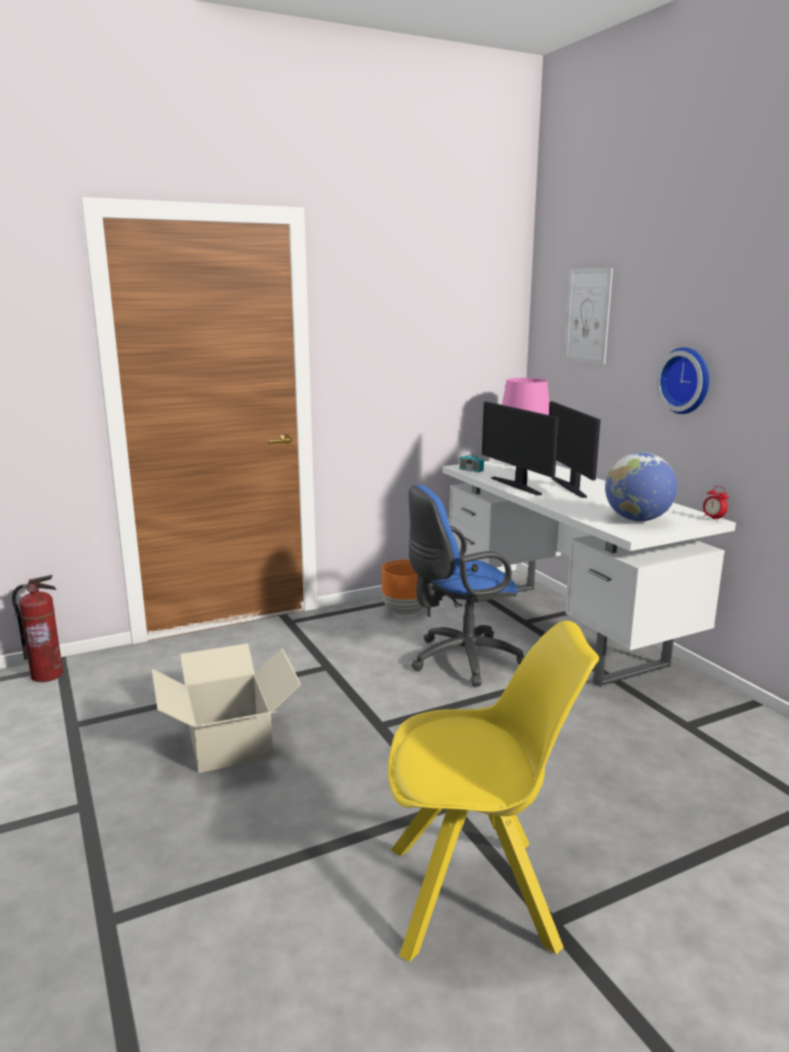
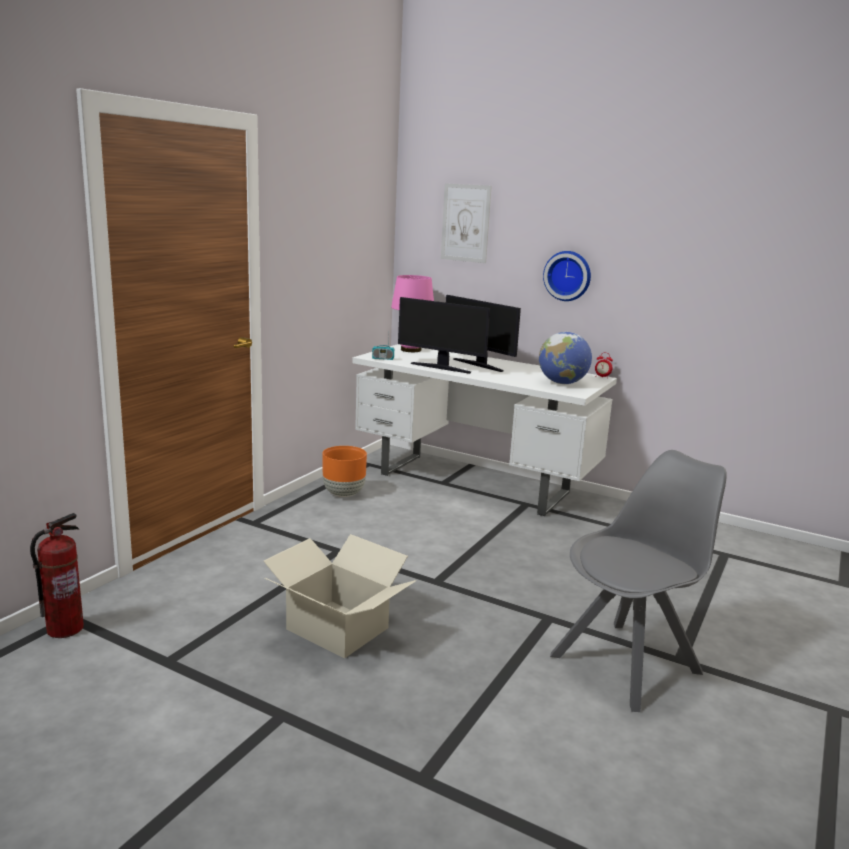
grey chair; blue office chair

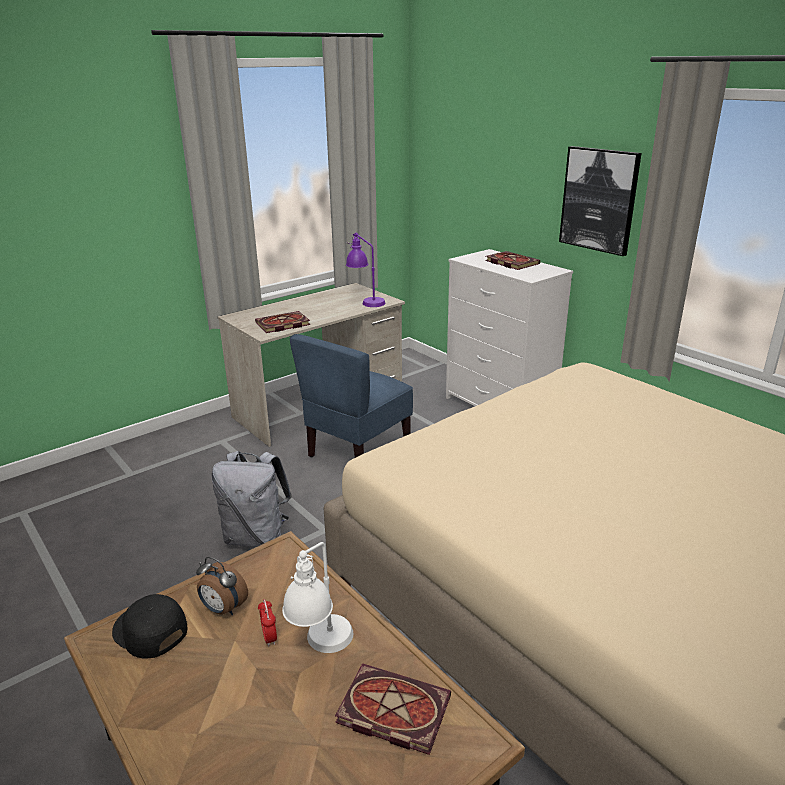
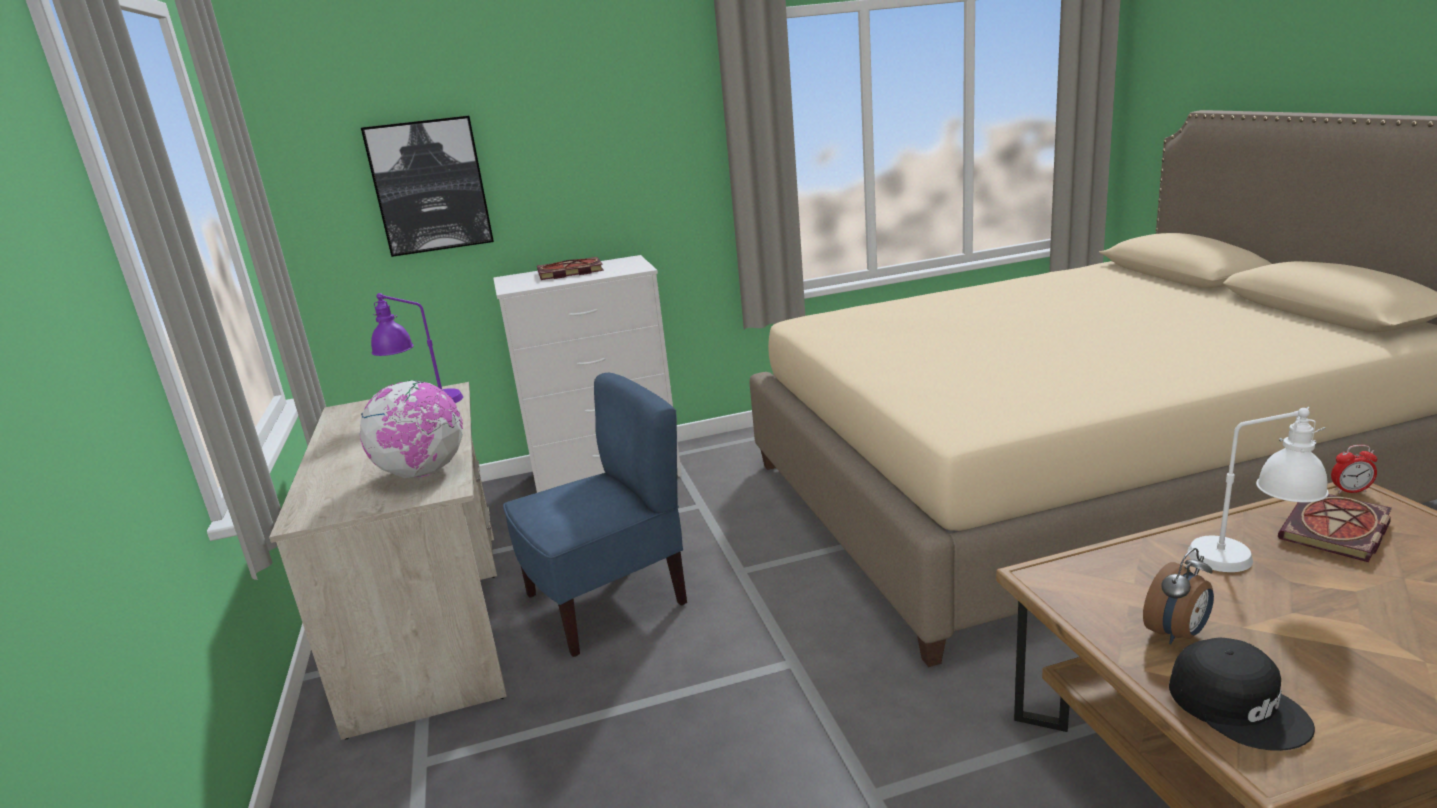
black cap; grey backpack; globe; alarm clock (no. 2 from left); blue chair; picture

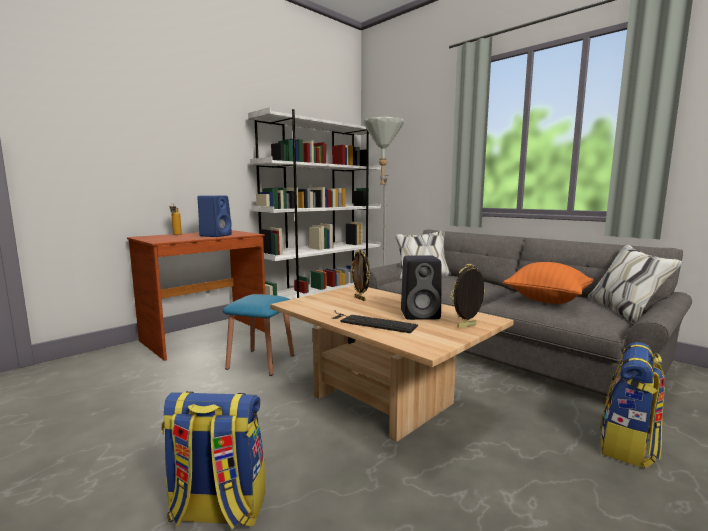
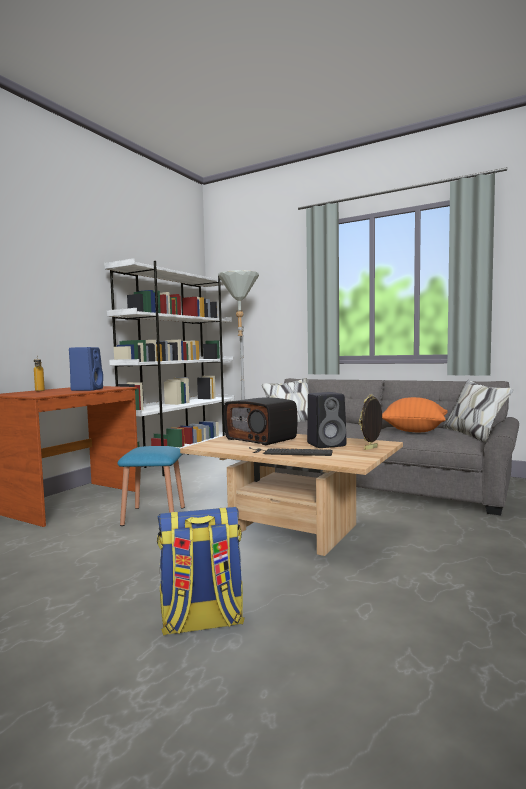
radio; backpack (no. 2 from left in the first image)

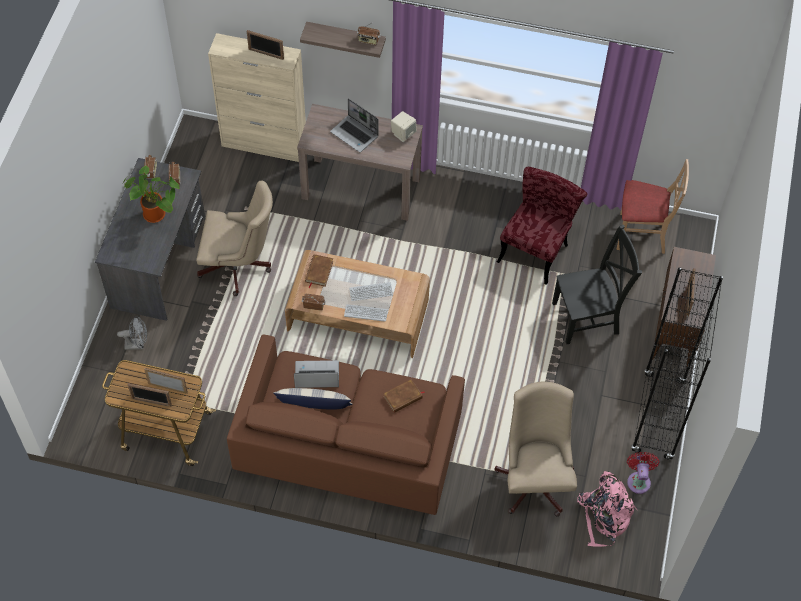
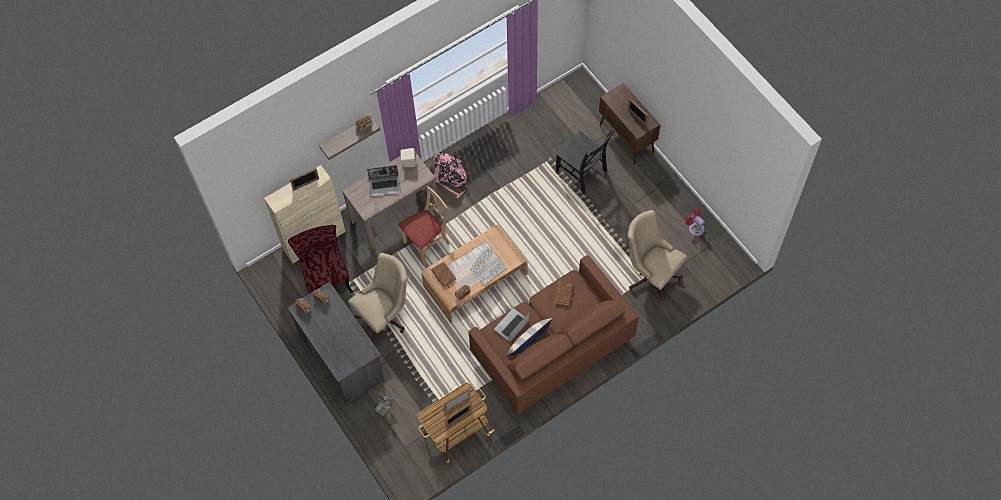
potted plant; red chair; black chair; pink backpack; beige chair; black bookcase

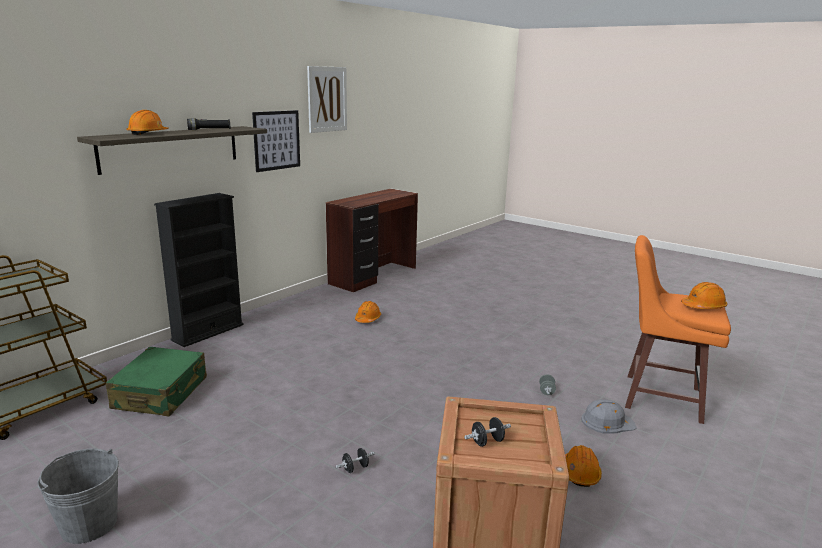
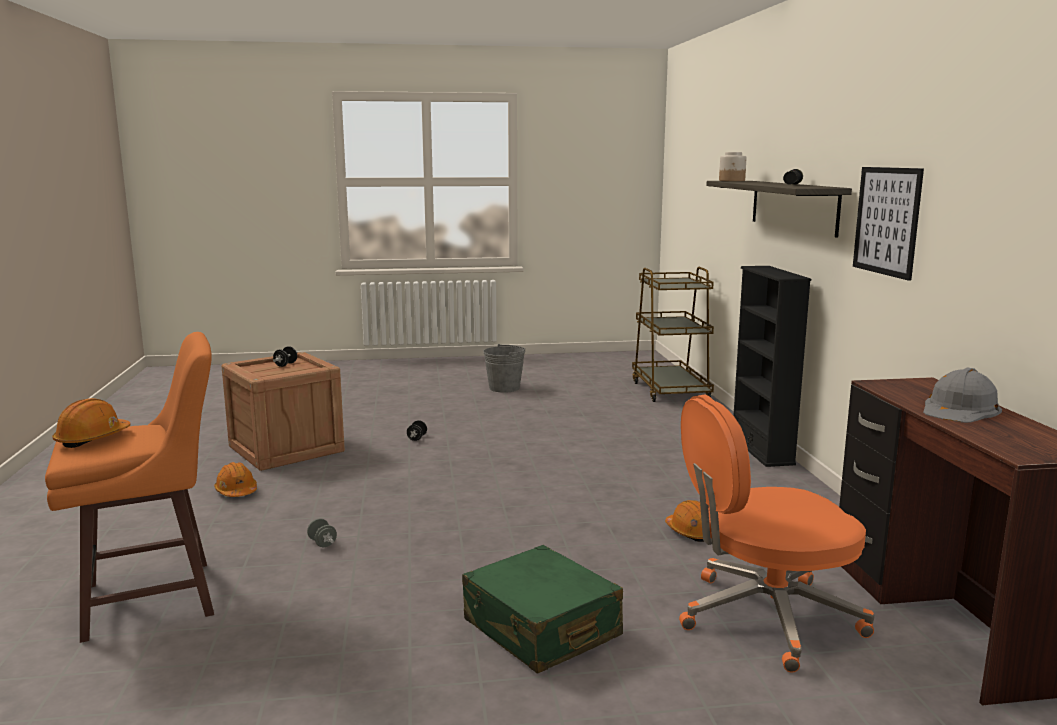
green suitcase; orange hard hat (no. 1 from left in the first image); picture (no. 2 from left in the first image); grey hard hat; orange office chair; jar

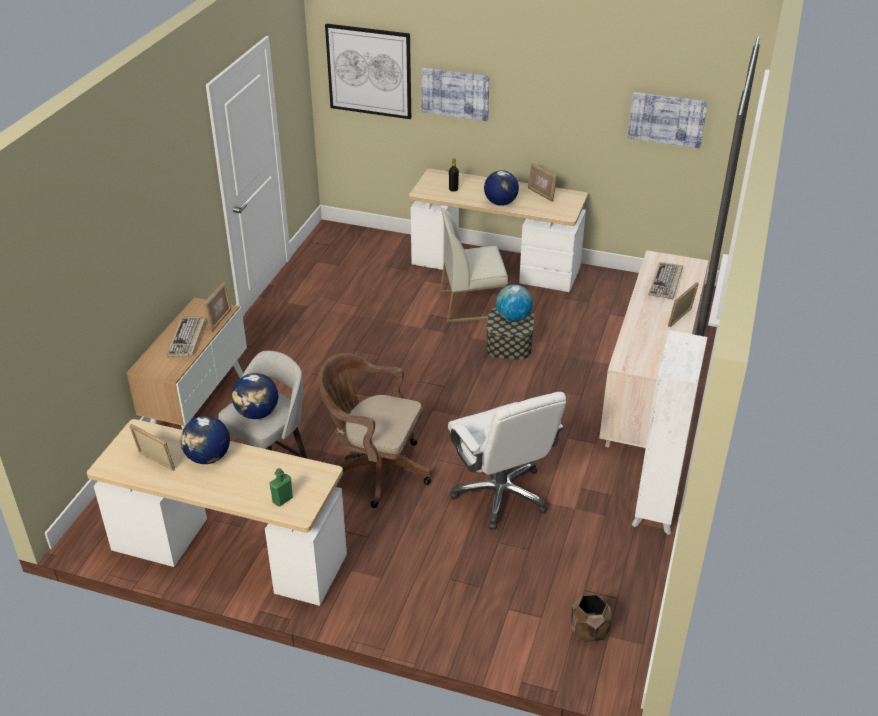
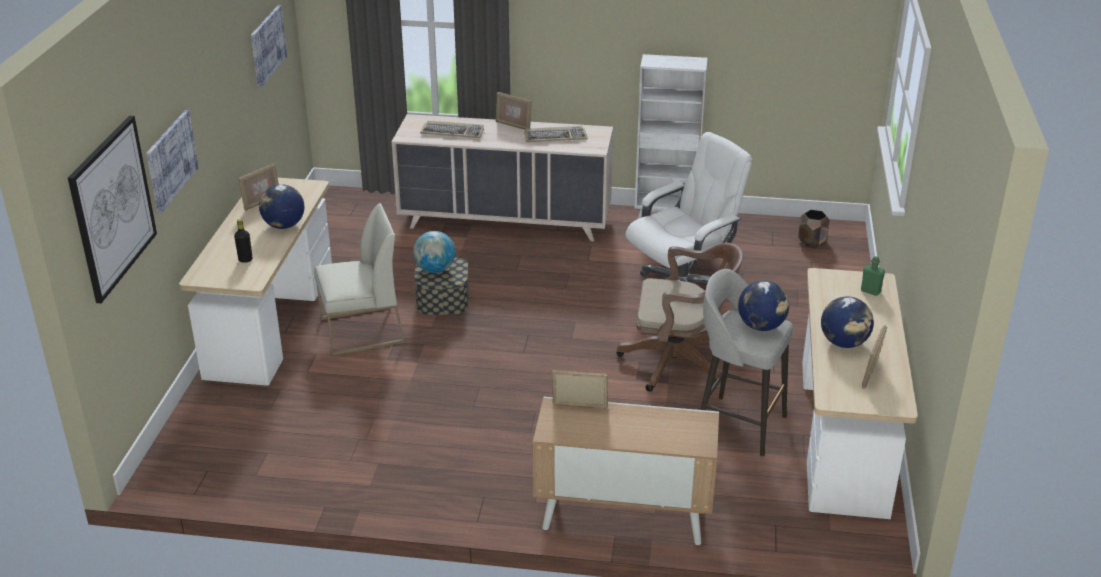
keyboard (no. 2 from left); brown office chair; white chair

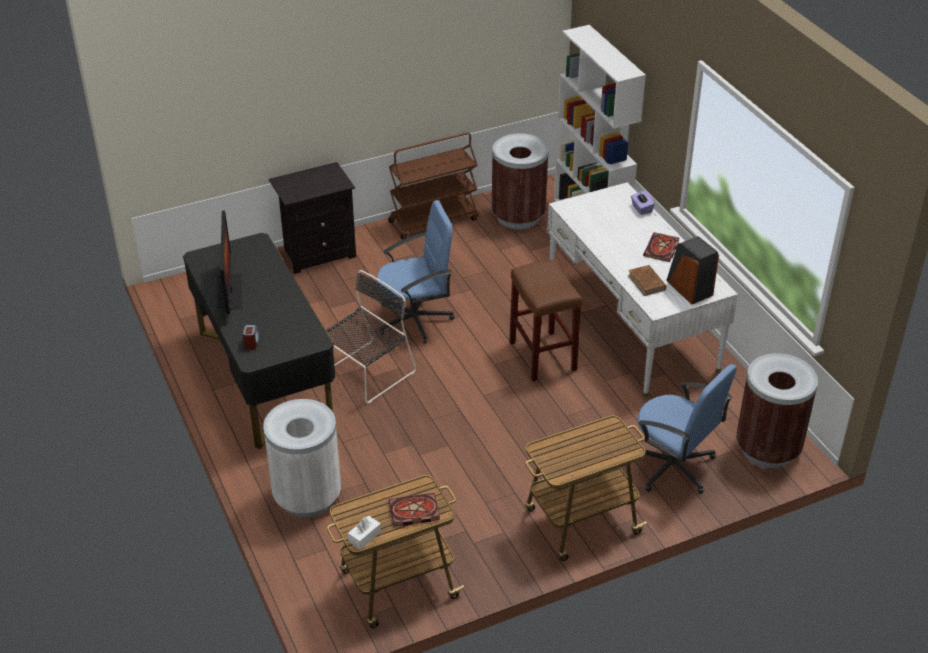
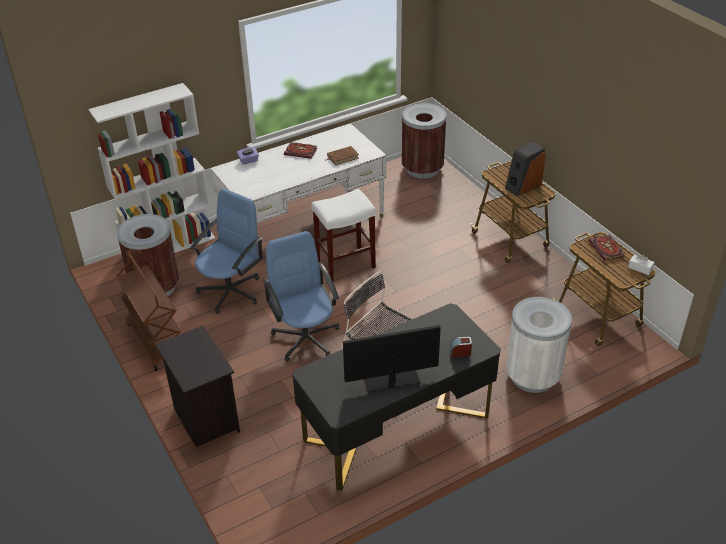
white stool; blue office chair (no. 1 from left); speaker

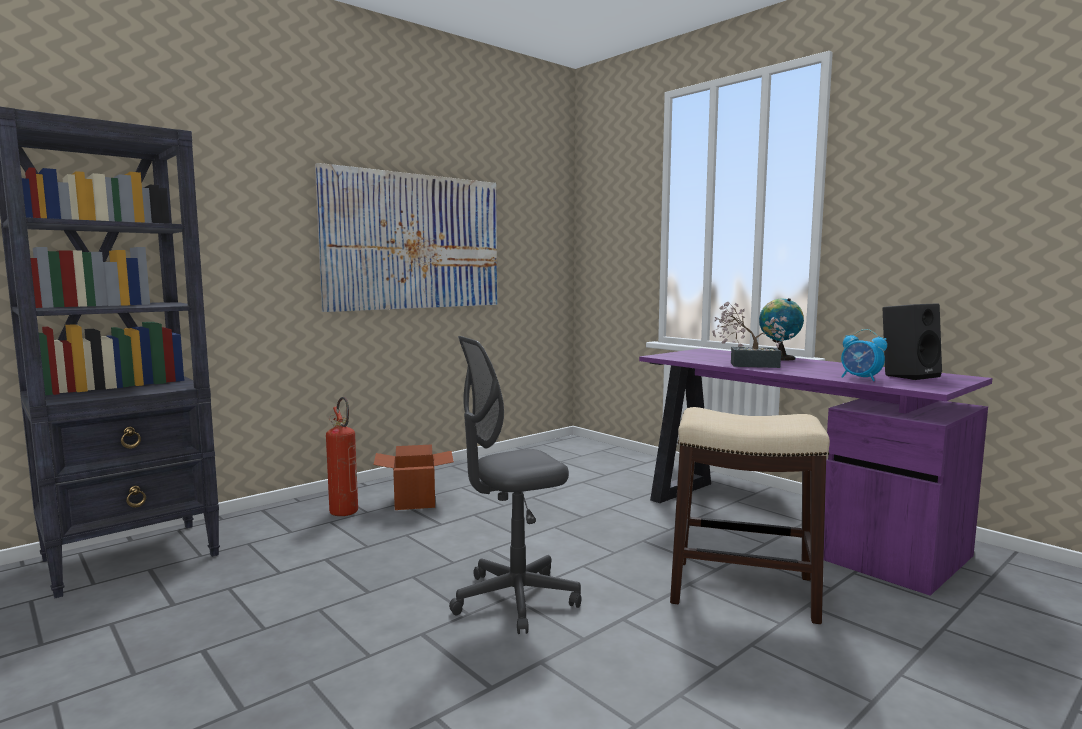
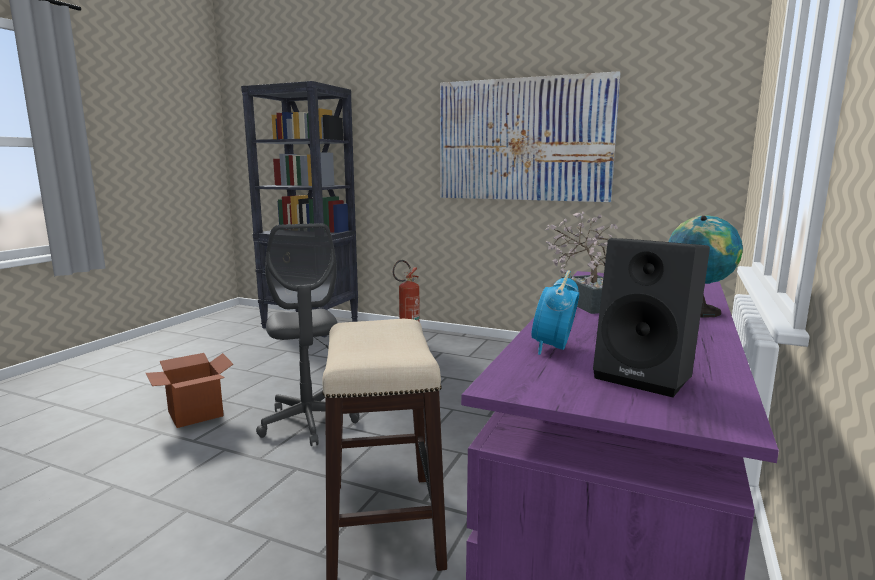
cardboard box; grey office chair

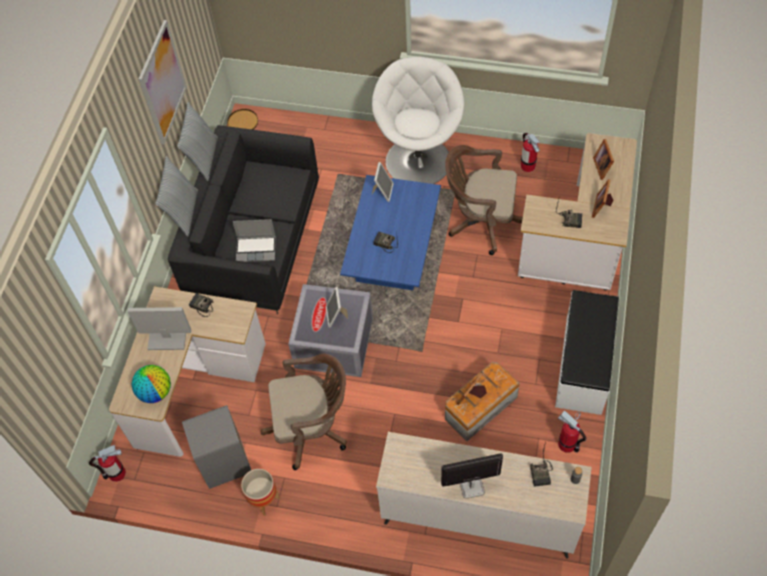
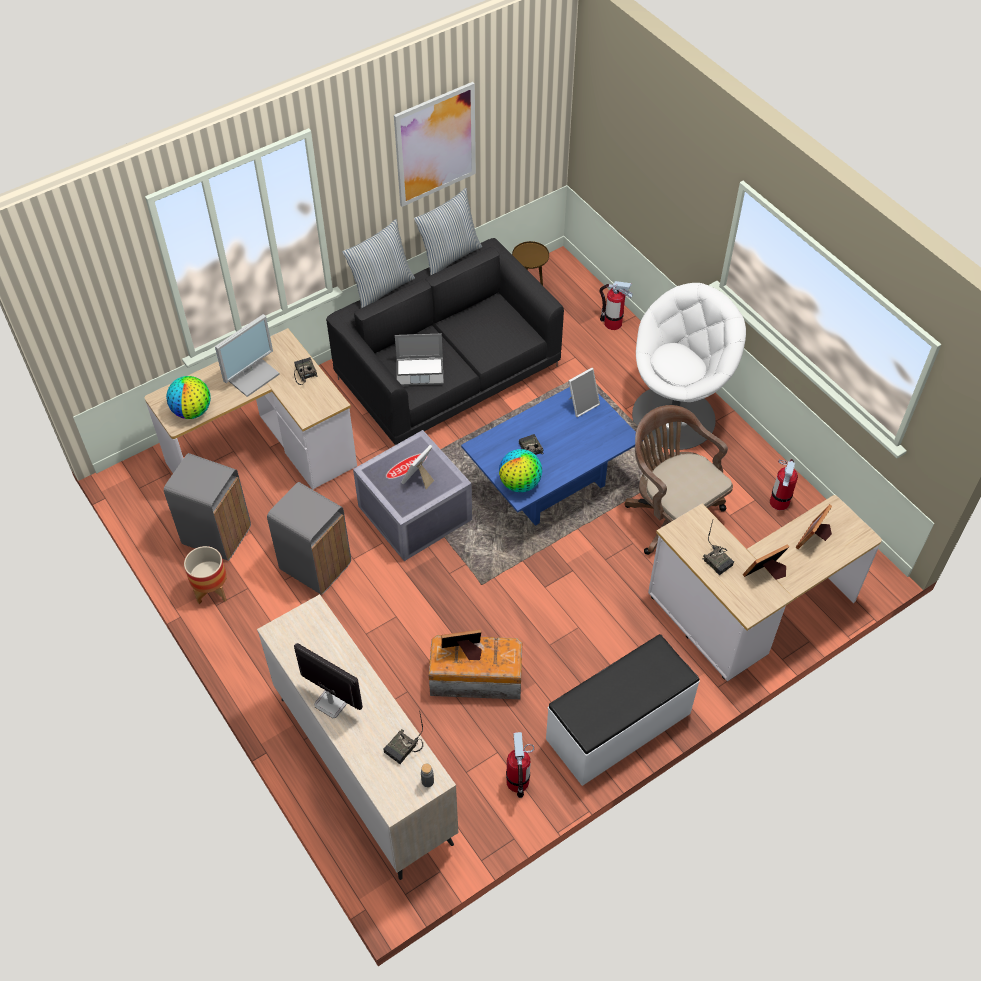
fire extinguisher (no. 2 from left); monitor (no. 1 from left); laptop; grey trash can (no. 2 from left); globe (no. 2 from left)

